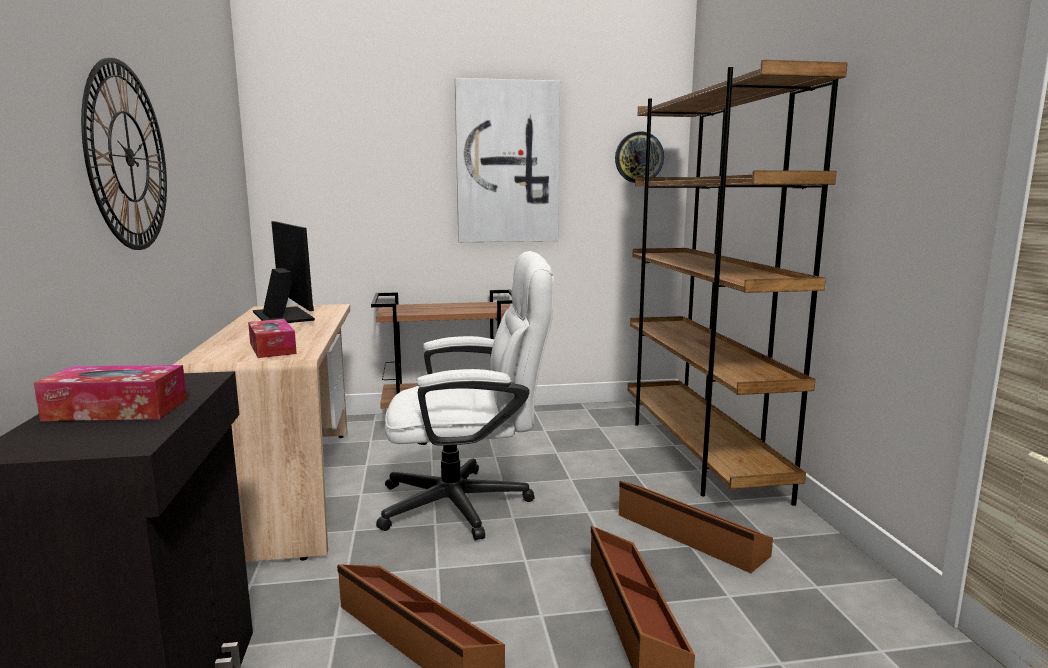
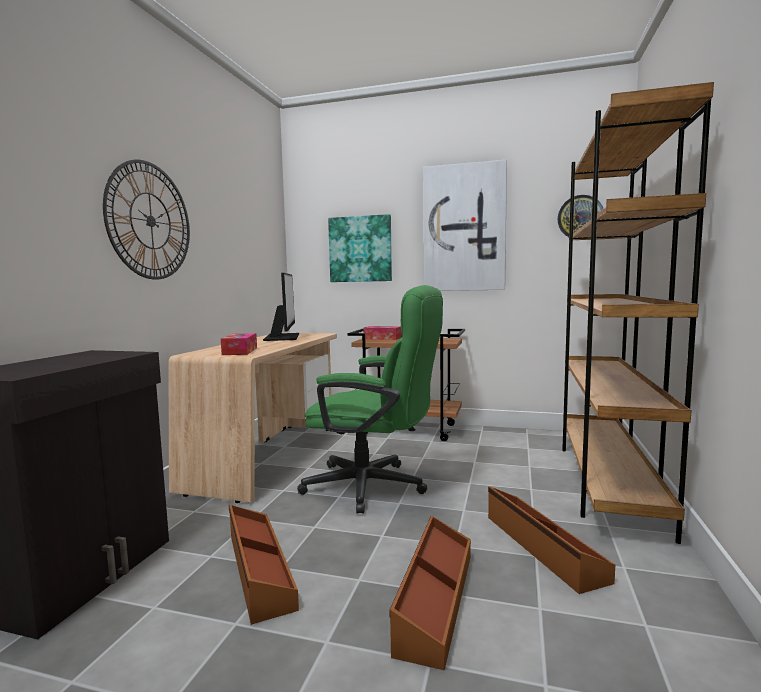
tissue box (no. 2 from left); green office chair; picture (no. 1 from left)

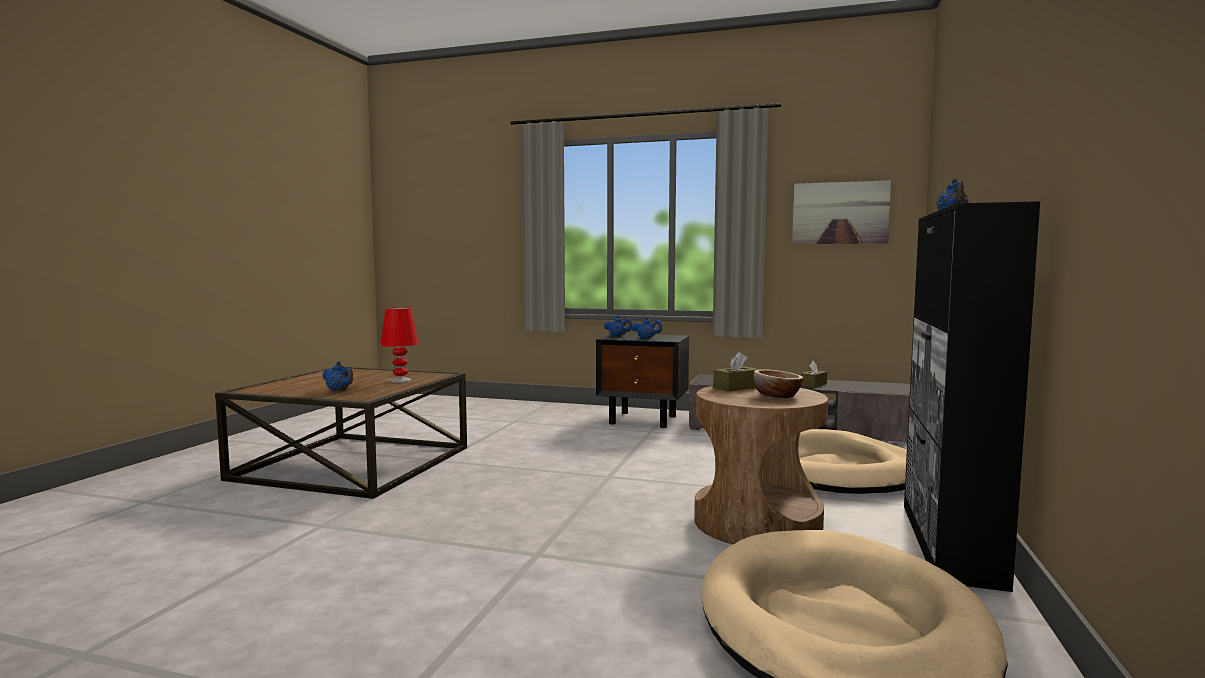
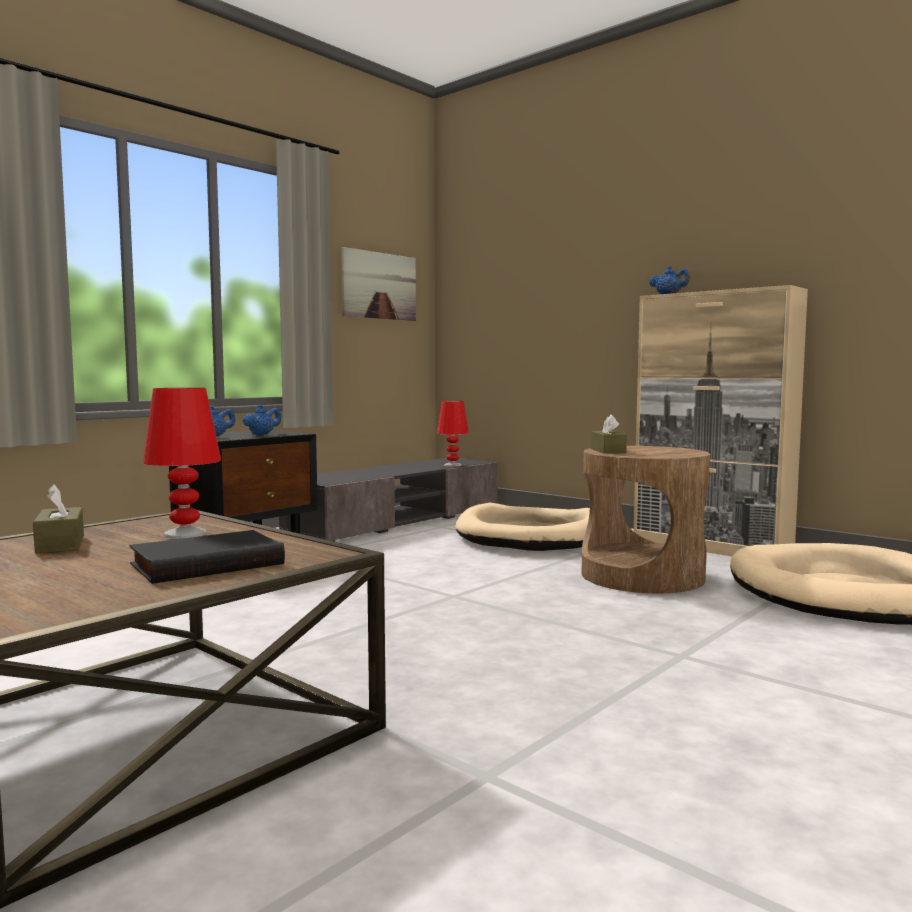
black book; bowl; brown tissue box (no. 1 from left); beige cabinet; red table lamp (no. 2 from left)

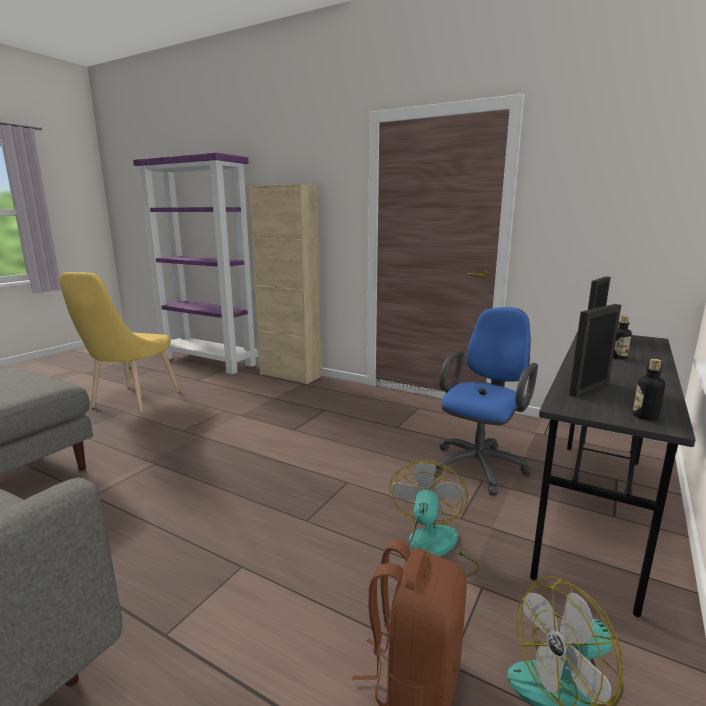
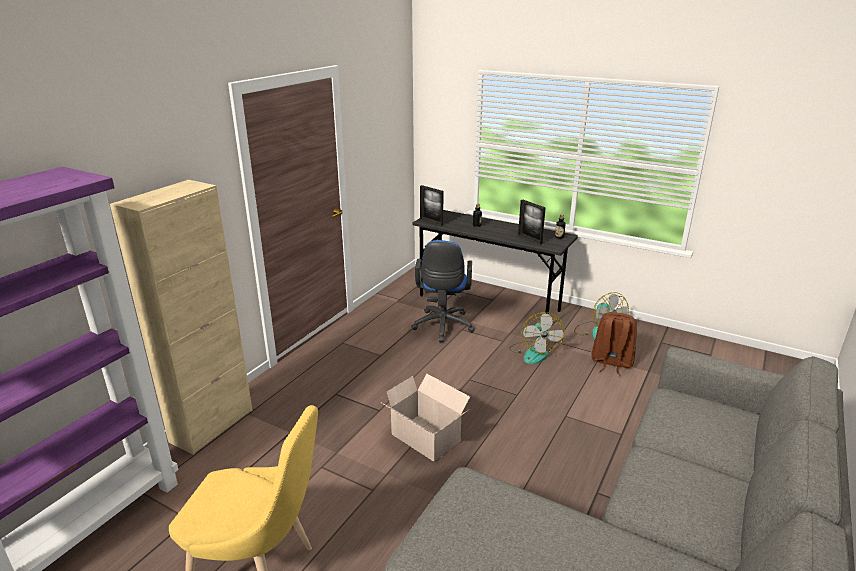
fan (no. 1 from left); blue office chair; cardboard box

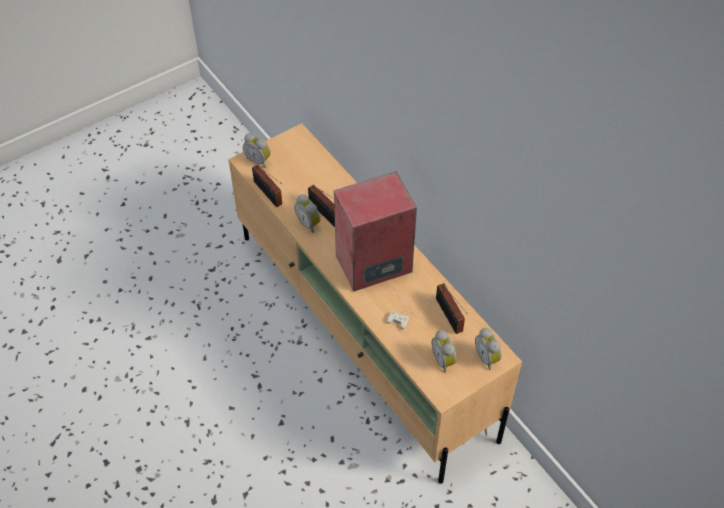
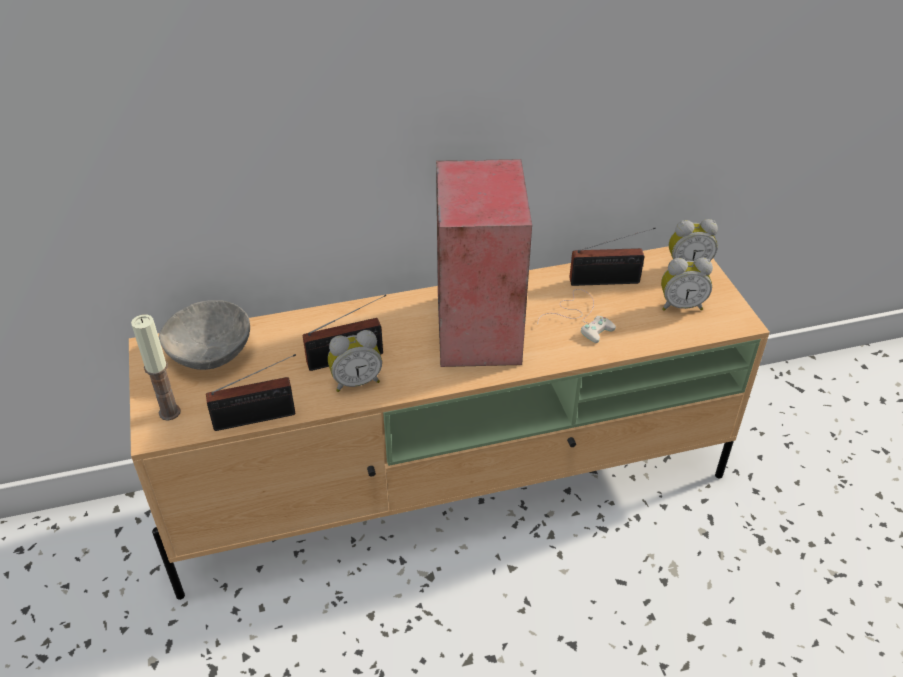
candle; grey bowl

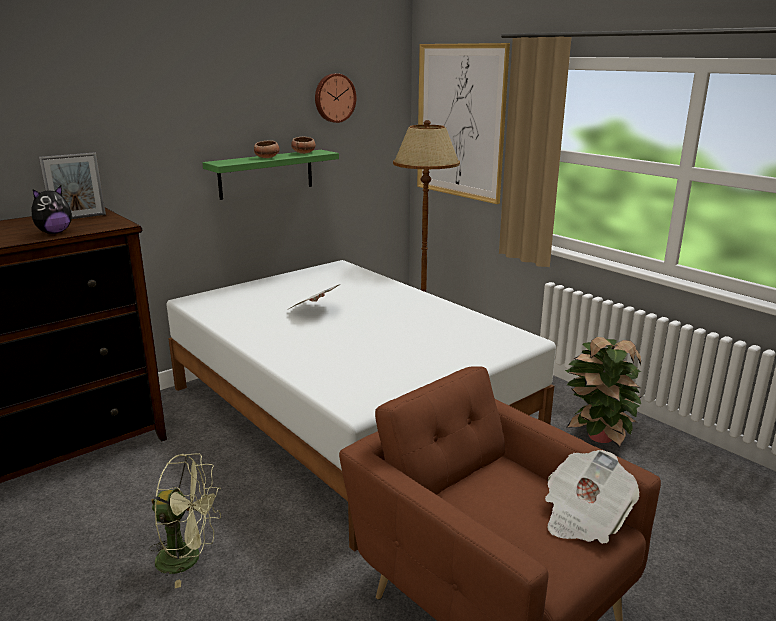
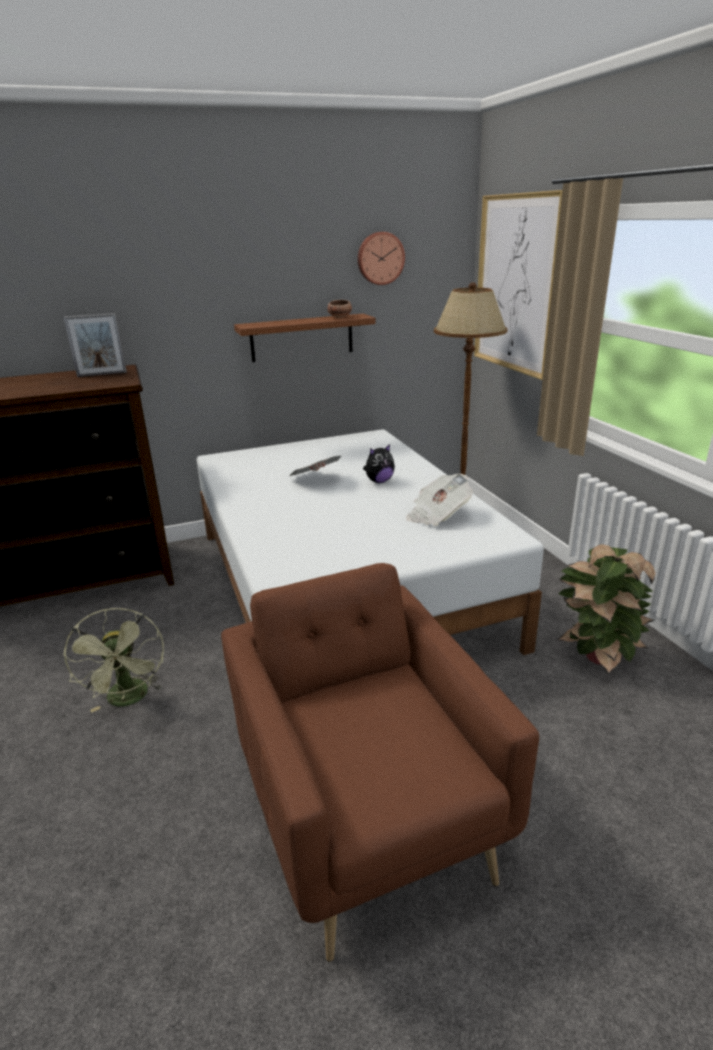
plush toy; green fan; brown shelf; bowl (no. 1 from left in the first image); newspaper (no. 2 from left)

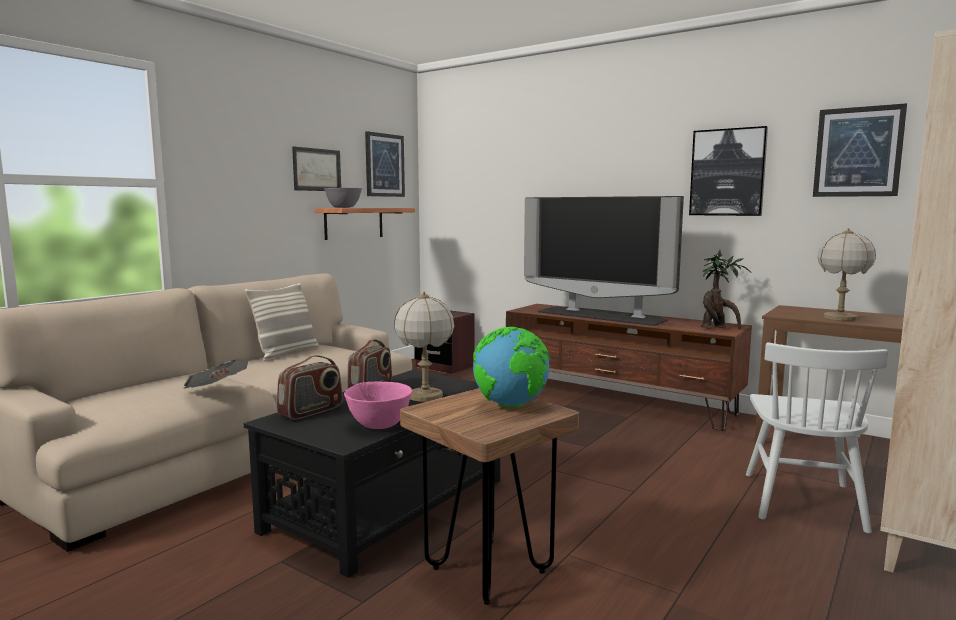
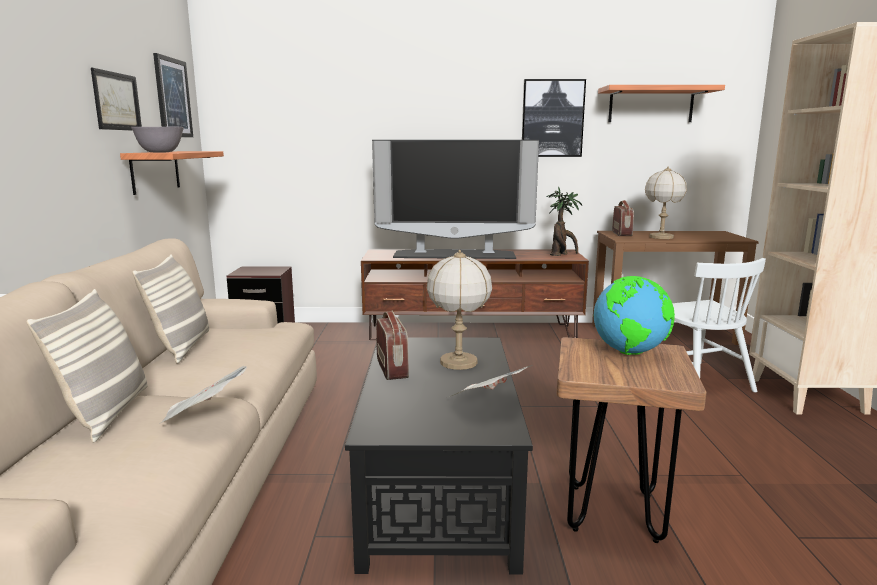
radio (no. 2 from left); newspaper (no. 2 from left); shelf (no. 2 from left); pillow (no. 1 from left)

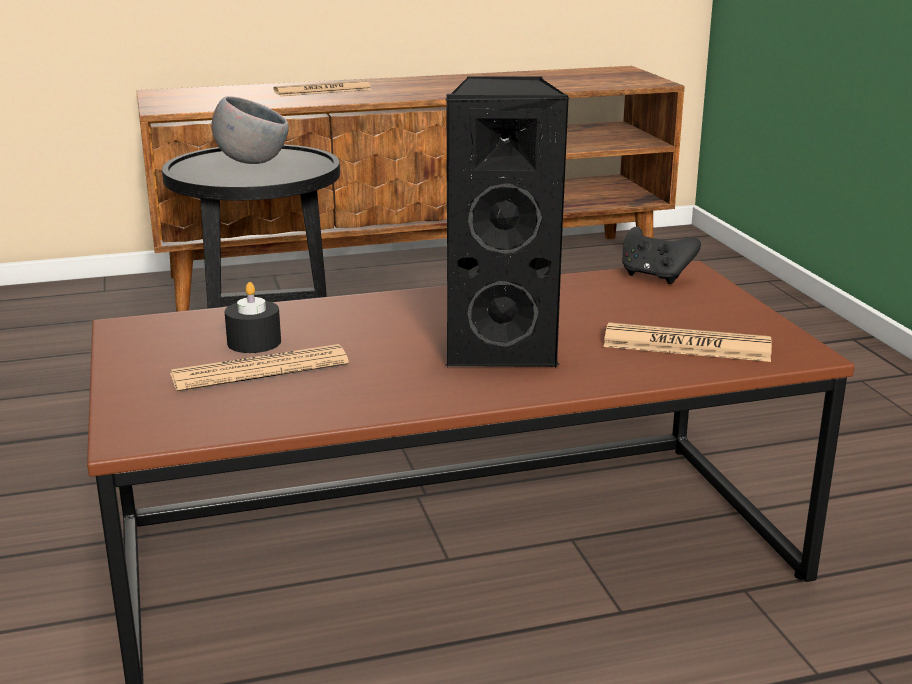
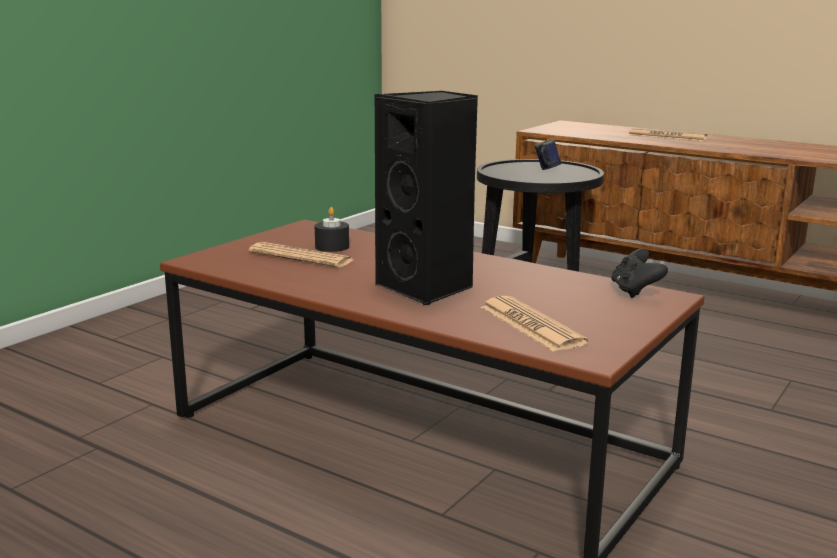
blue mug

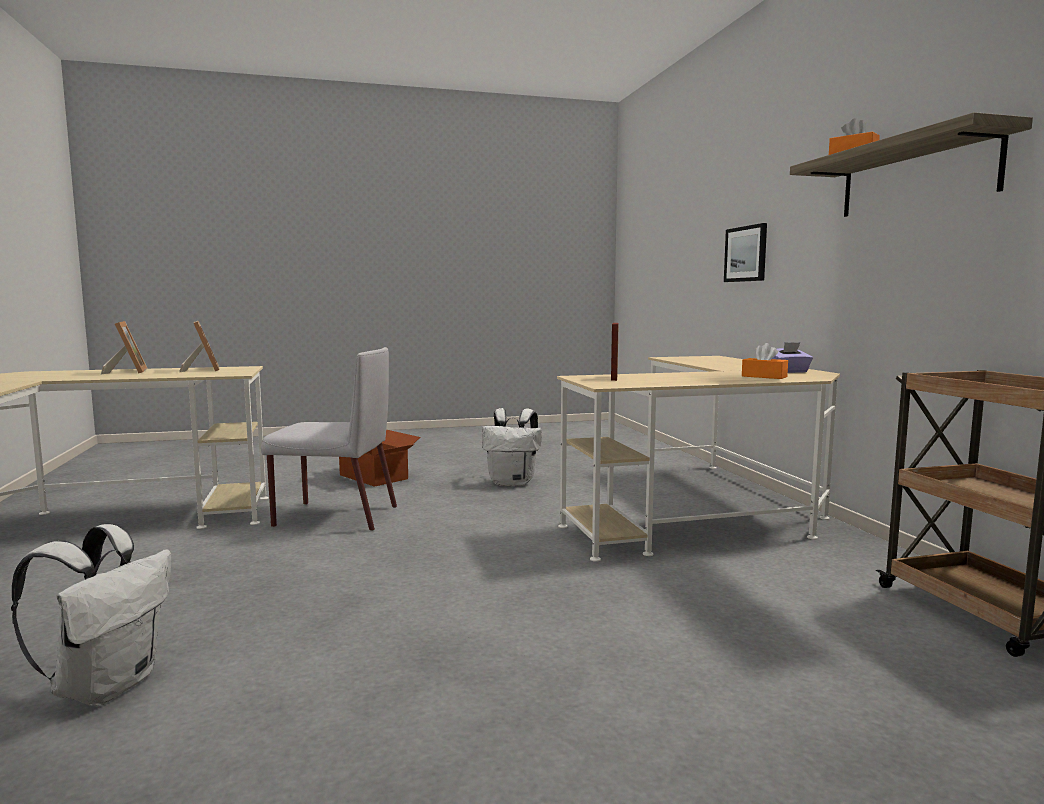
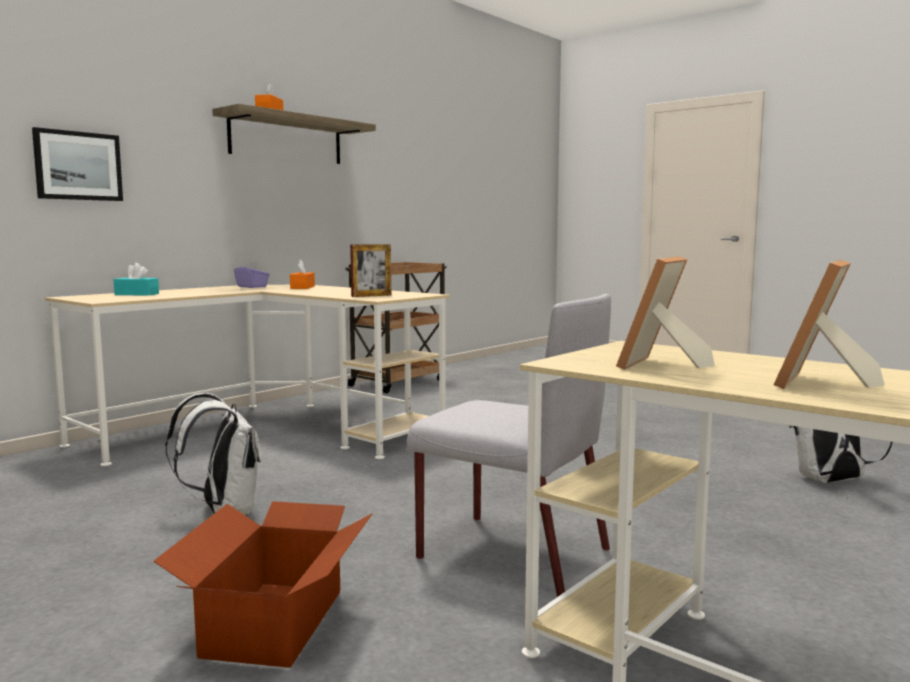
grey chair; turquoise tissue box

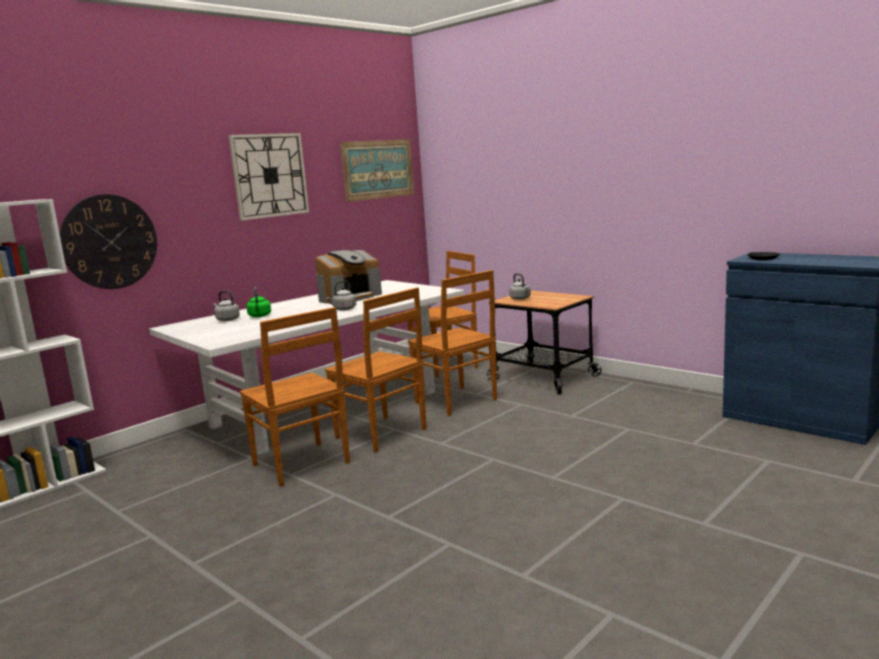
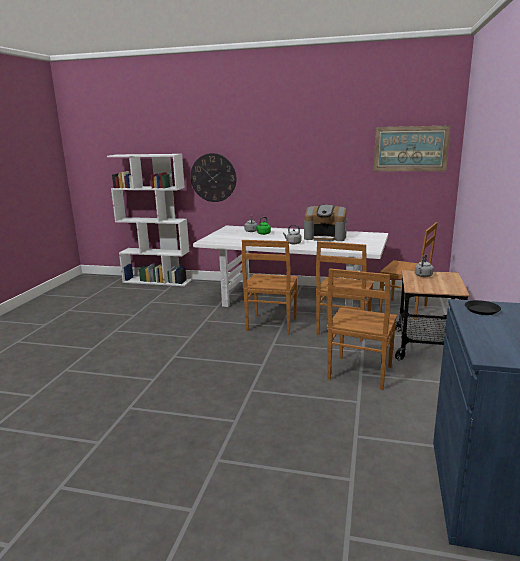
wall clock (no. 2 from left in the first image); brown chair (no. 3 from left)

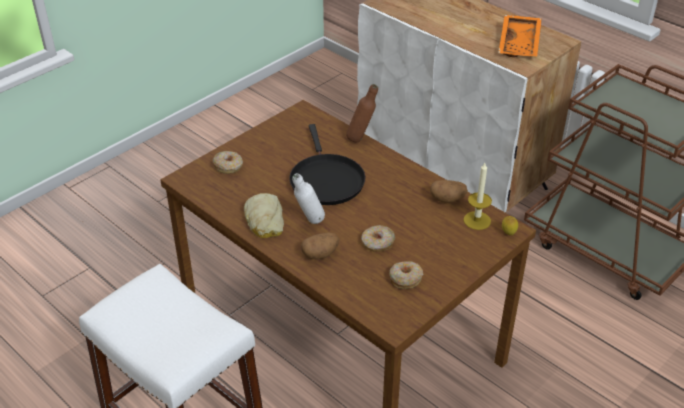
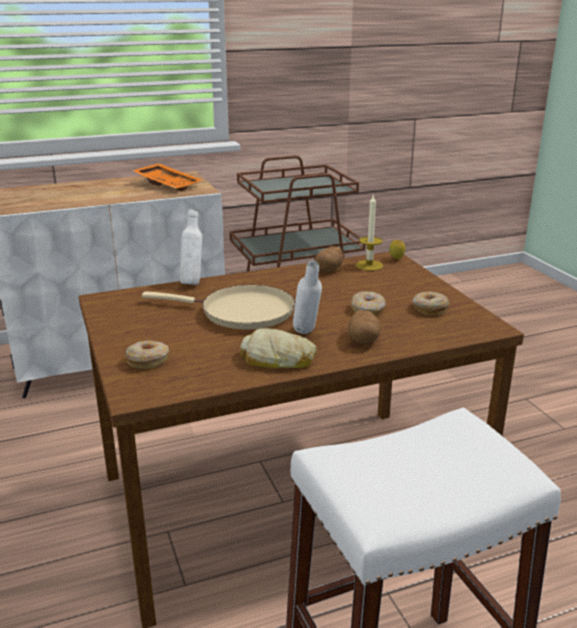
beige frying pan; white bottle (no. 1 from left)

